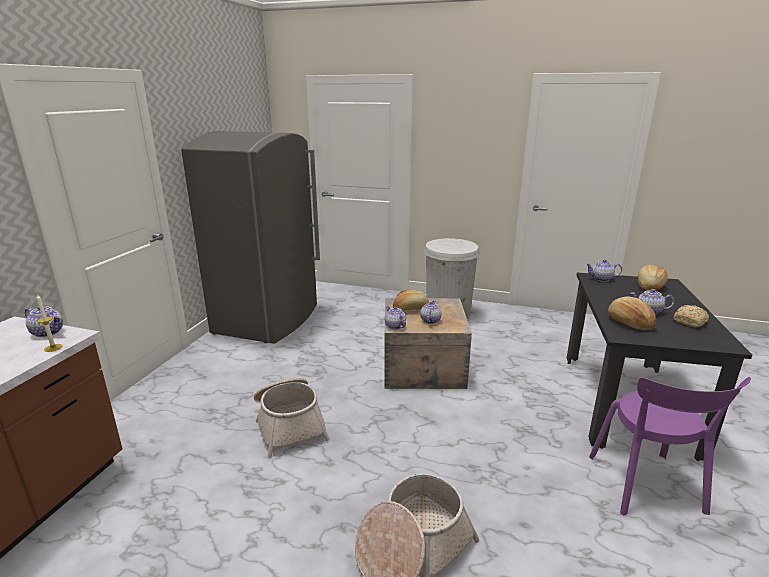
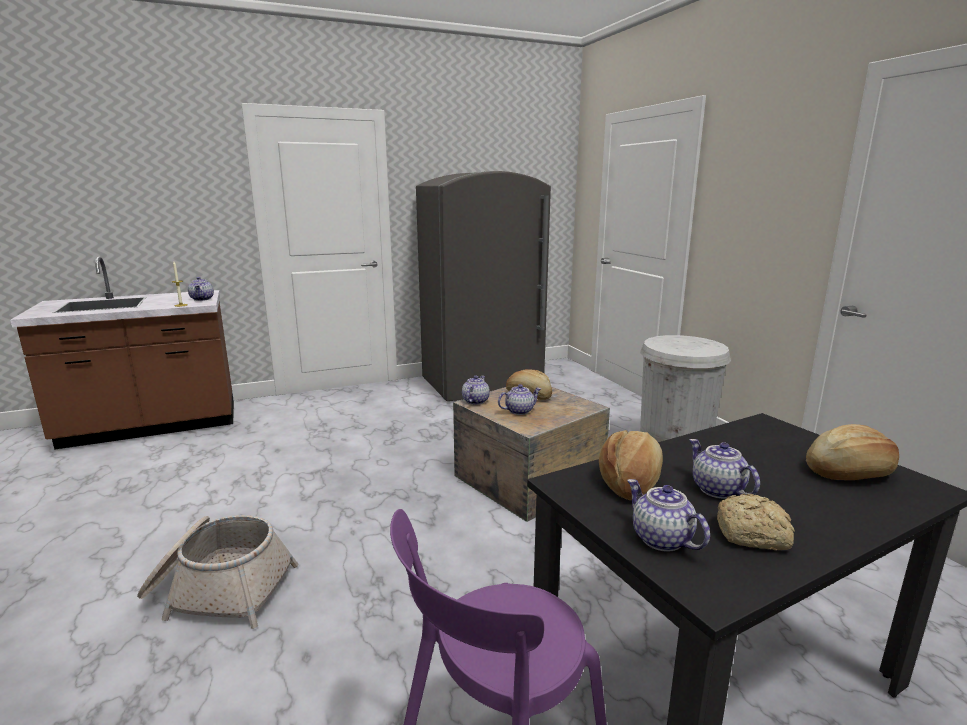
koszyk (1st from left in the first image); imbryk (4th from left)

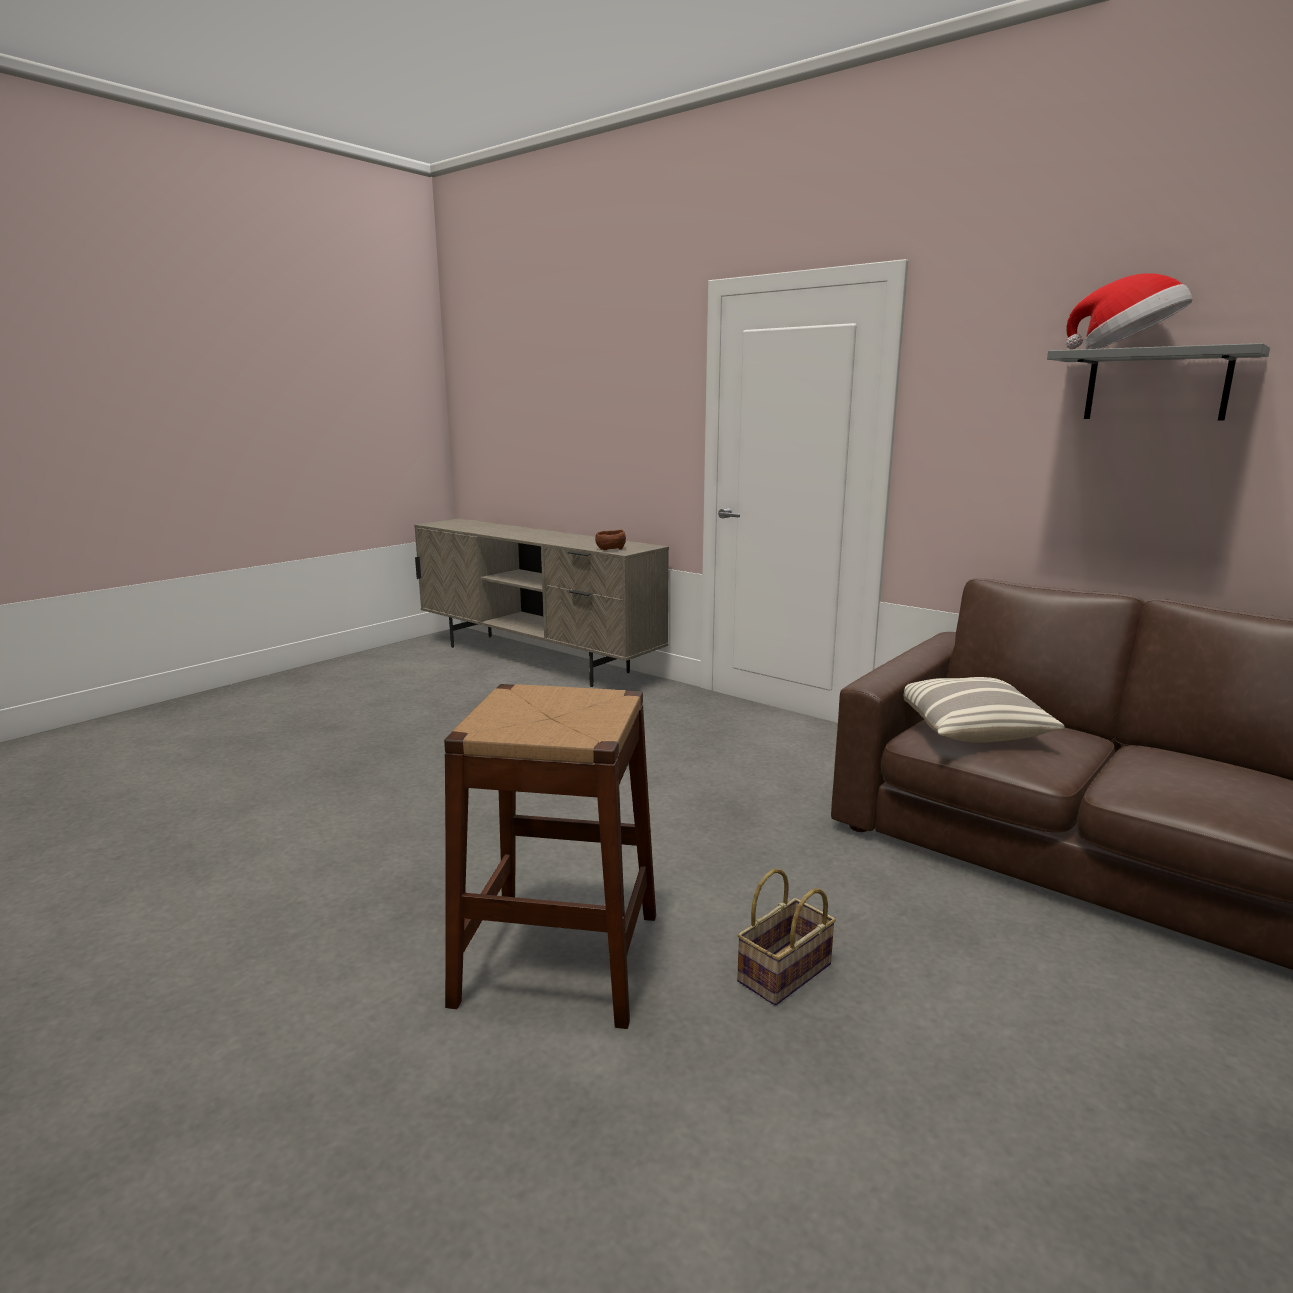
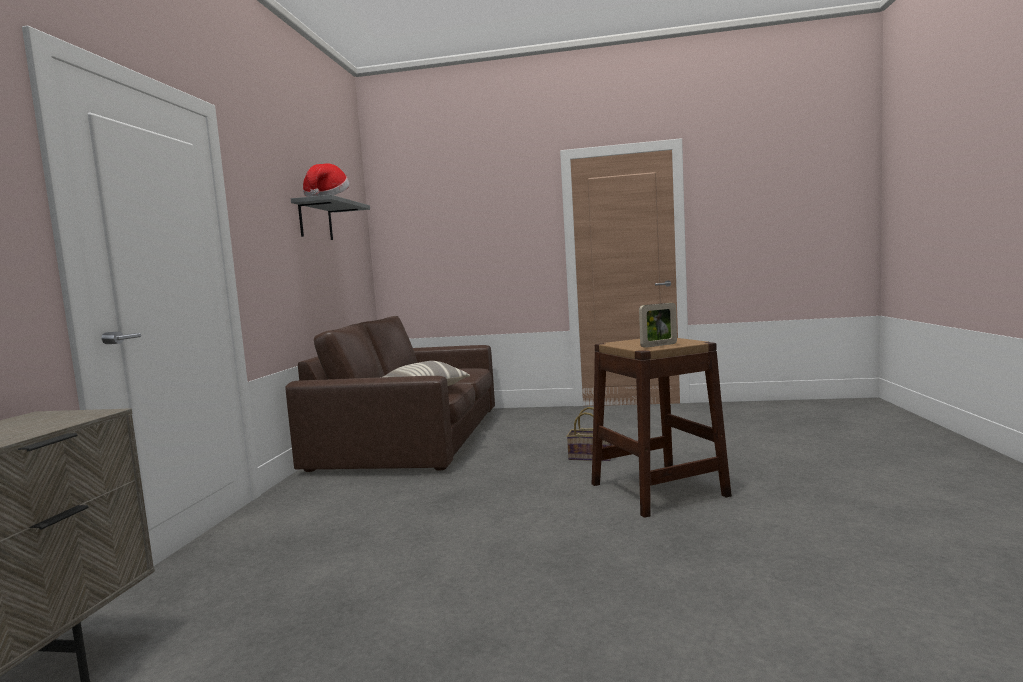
miska [brązowy]; ramka na zdjęcie

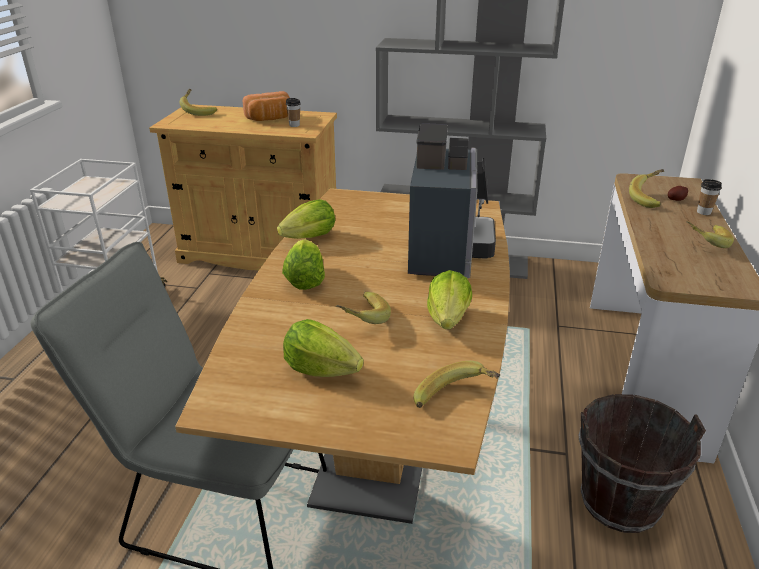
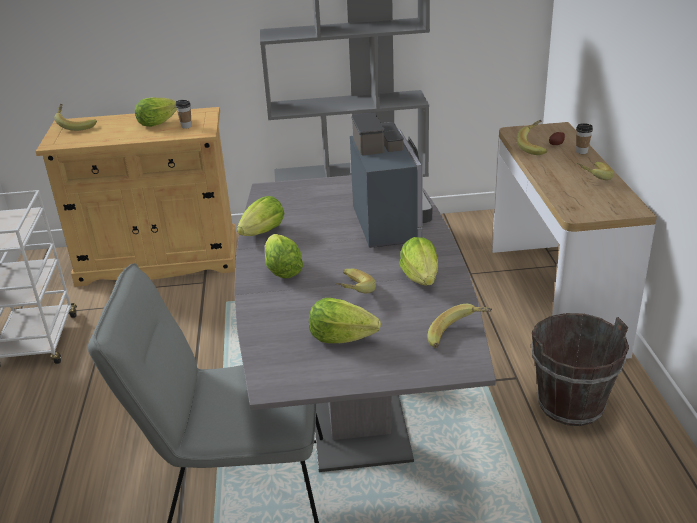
sałata (1st from left); stół jadalny [szary]

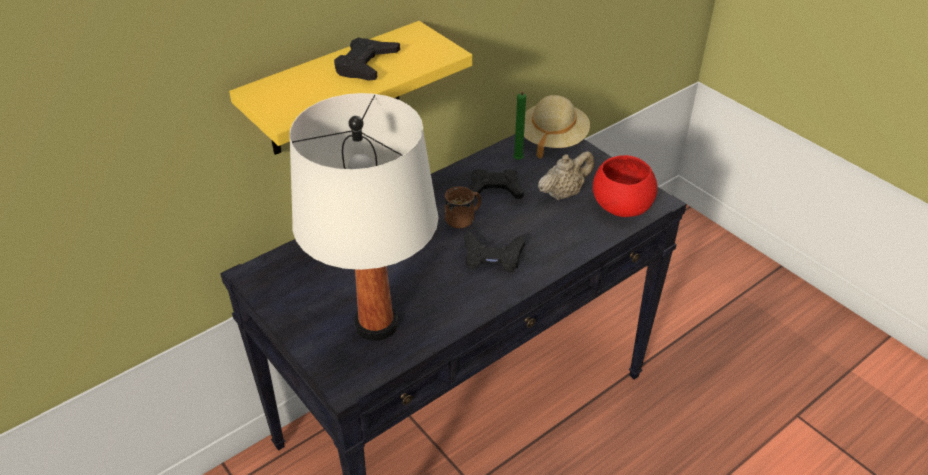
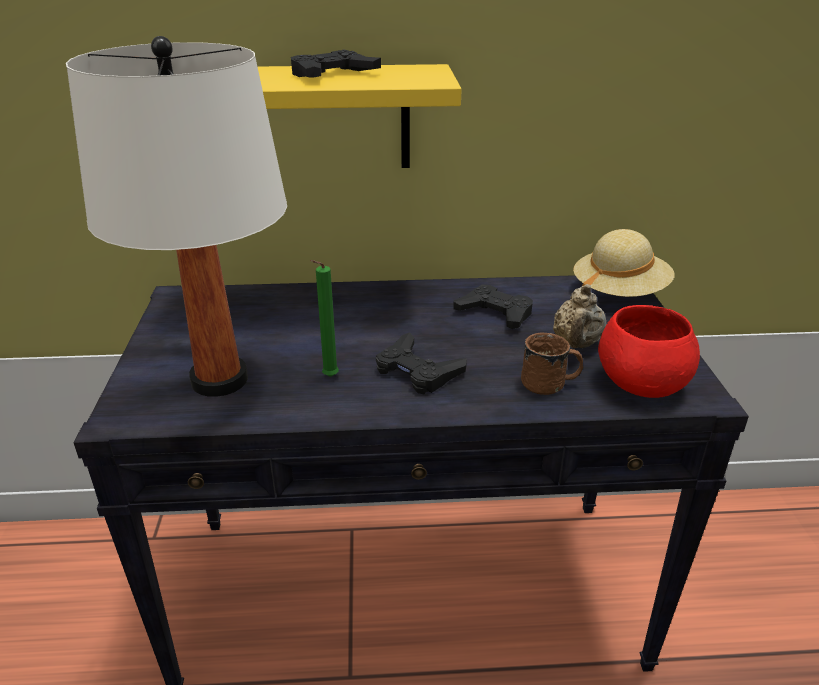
kubek [brązowy]; świeca [zielony]; imbryk [beżowy]

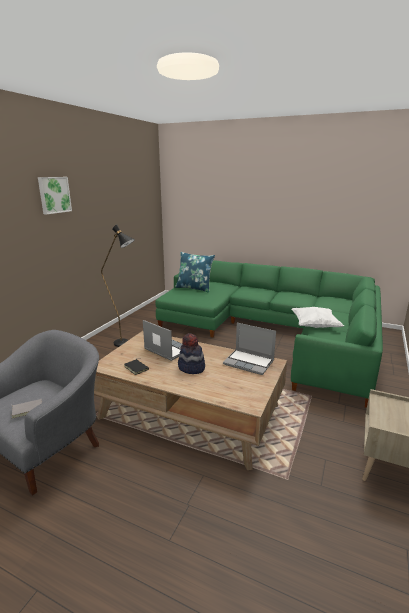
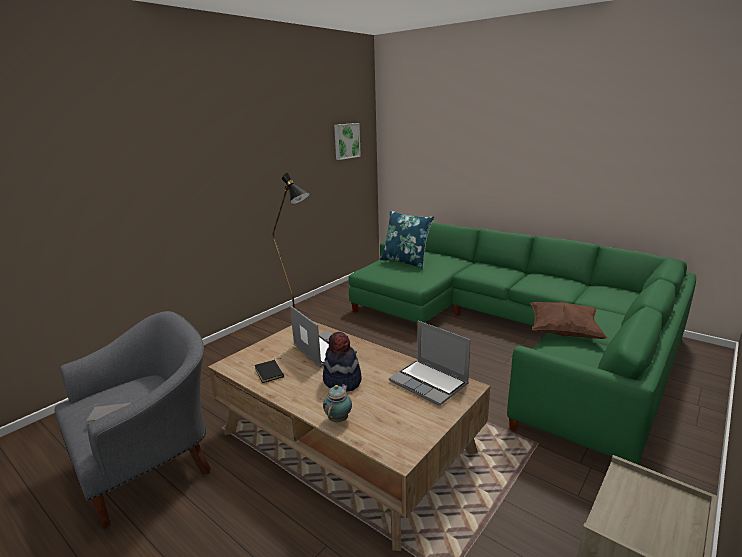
imbryk; obraz; poduszka [brązowy]

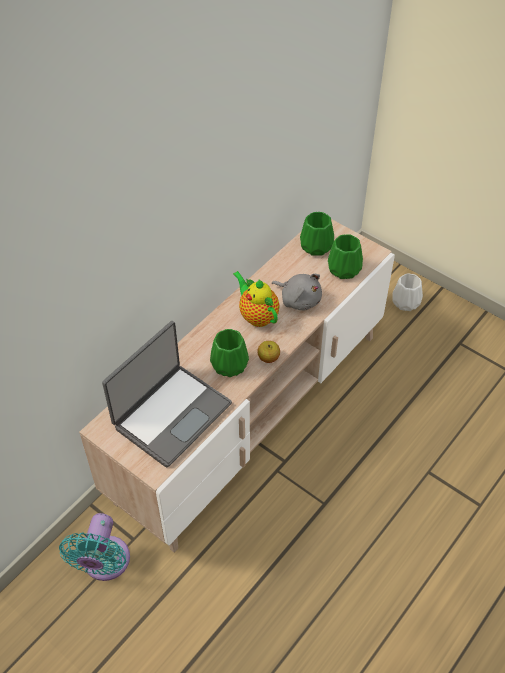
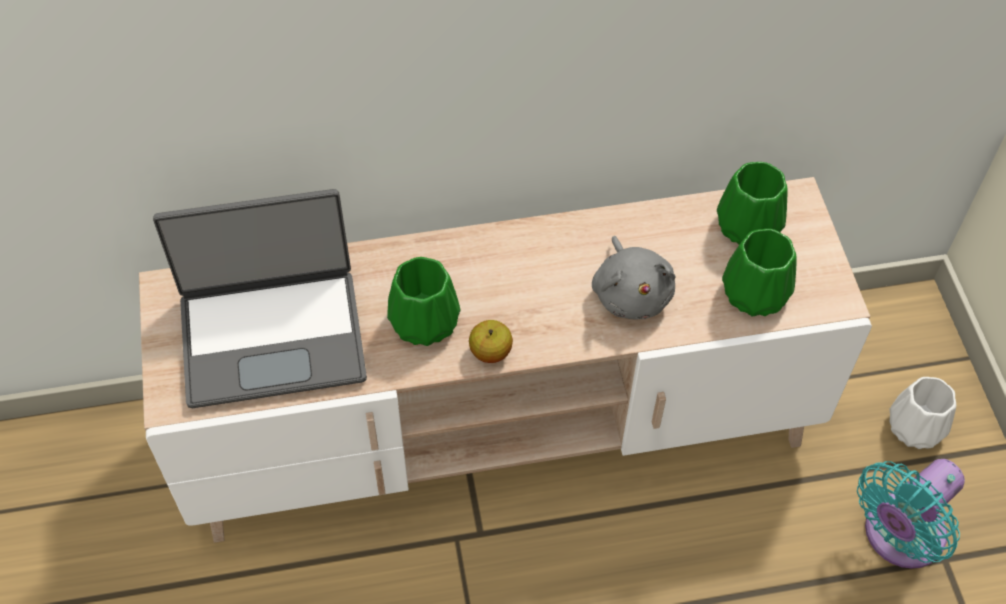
imbryk; wentylator [turkusowy]

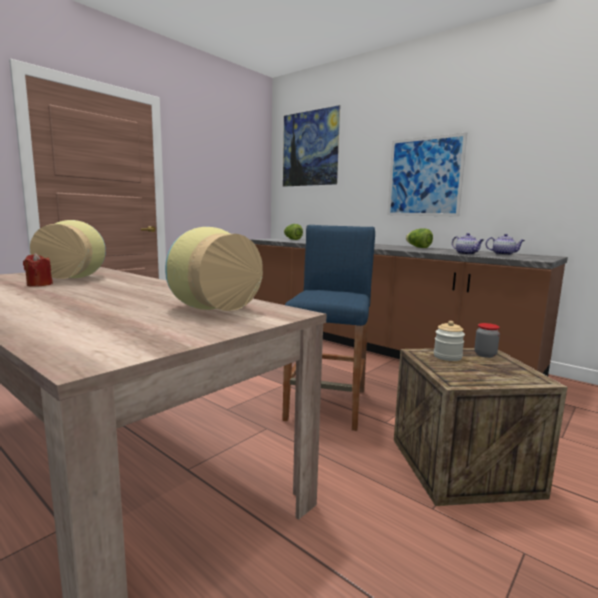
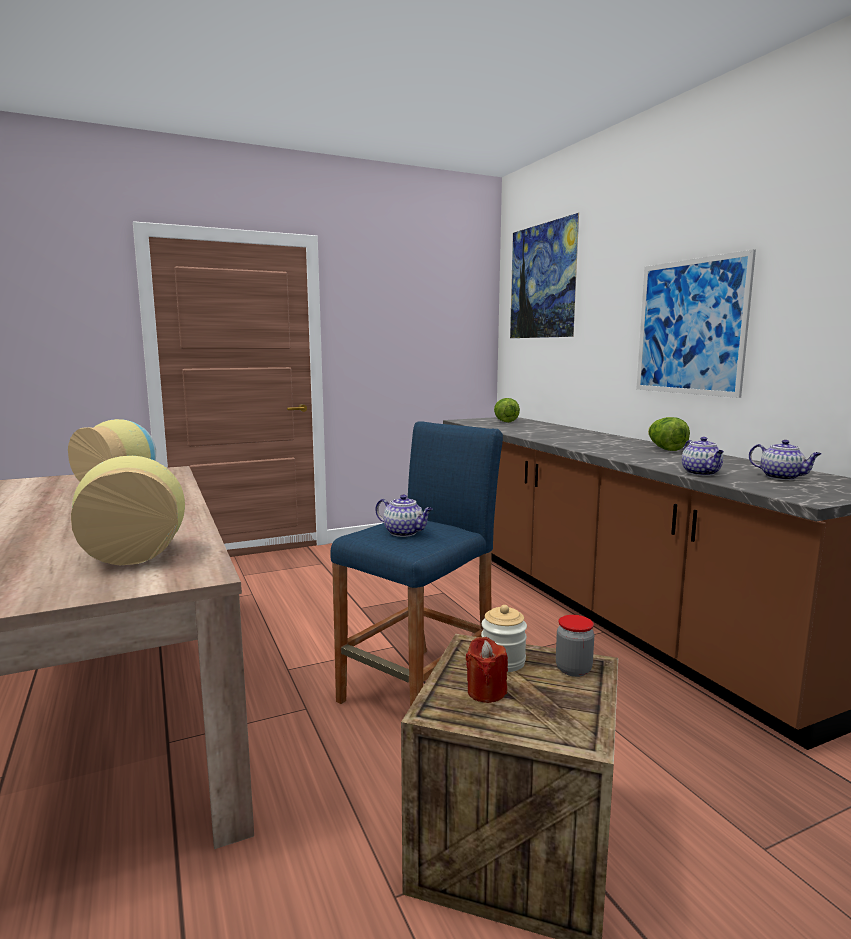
imbryk (1st from left); świeca [czerwony]

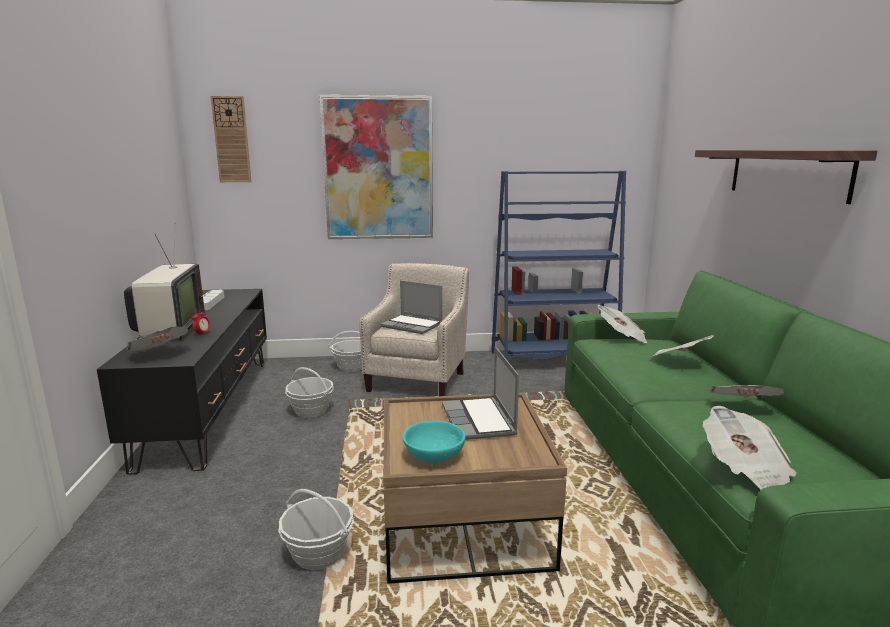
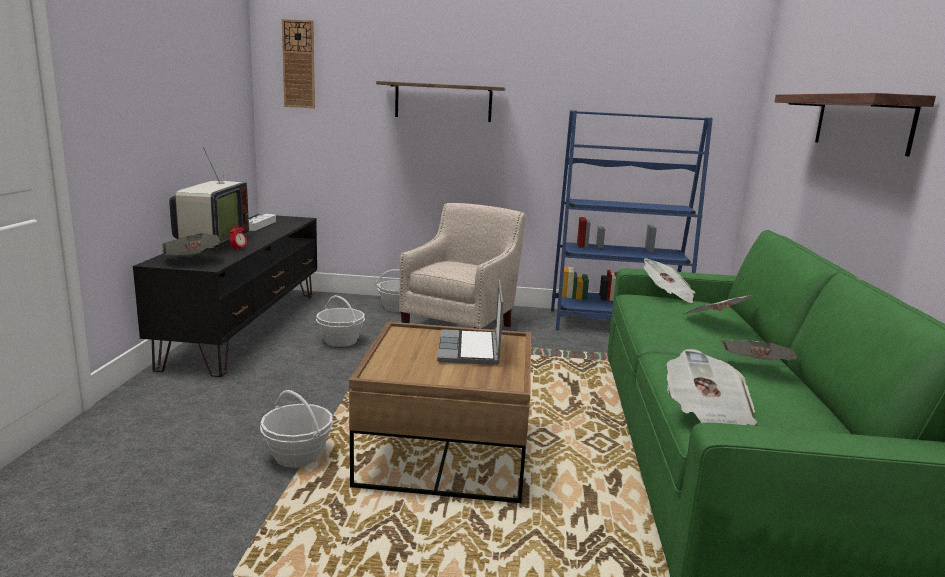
laptop (1st from left in the first image); miska [turkusowy]; półka (1st from left)

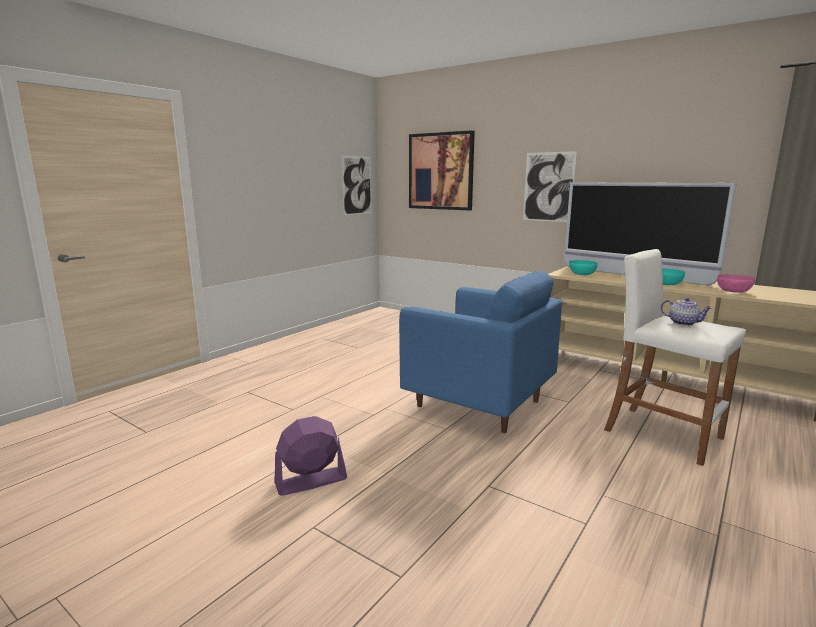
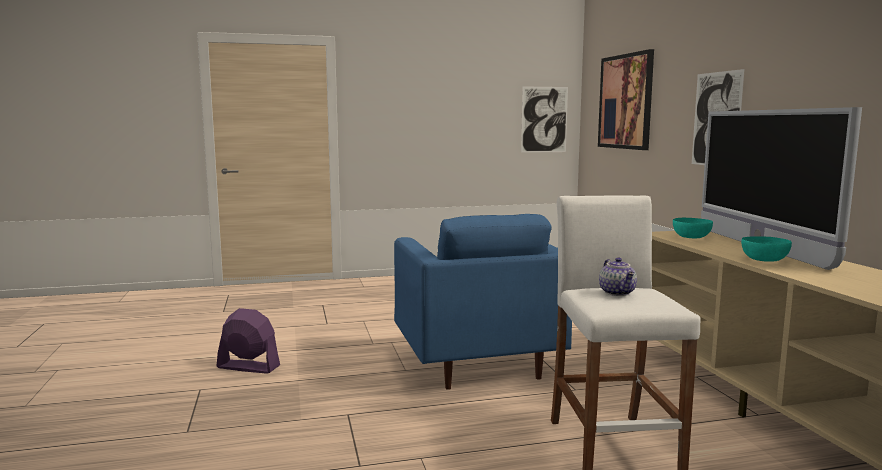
miska [różowy]

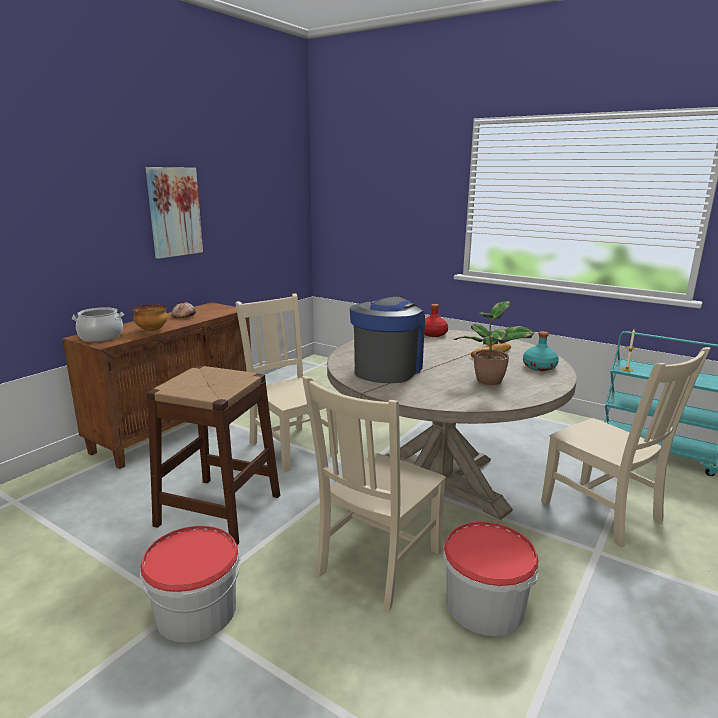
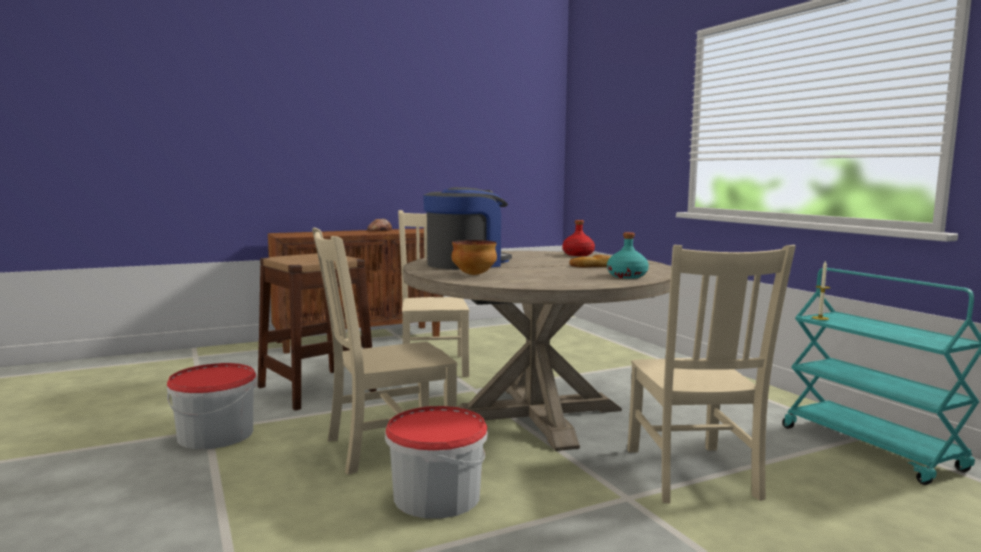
garnek; obraz; roślina doniczkowa; miska

